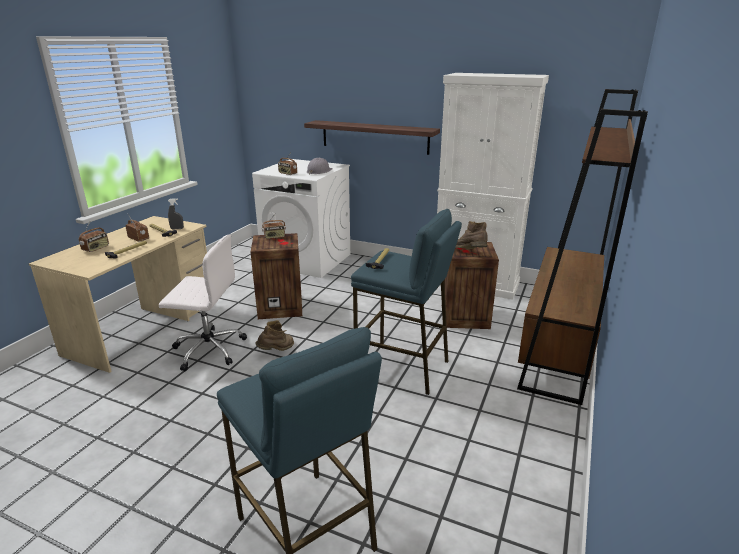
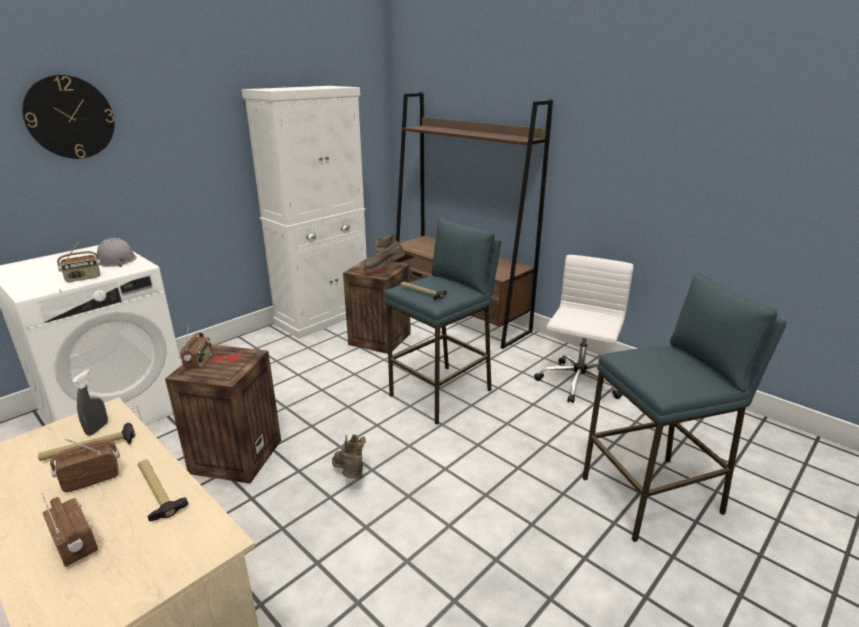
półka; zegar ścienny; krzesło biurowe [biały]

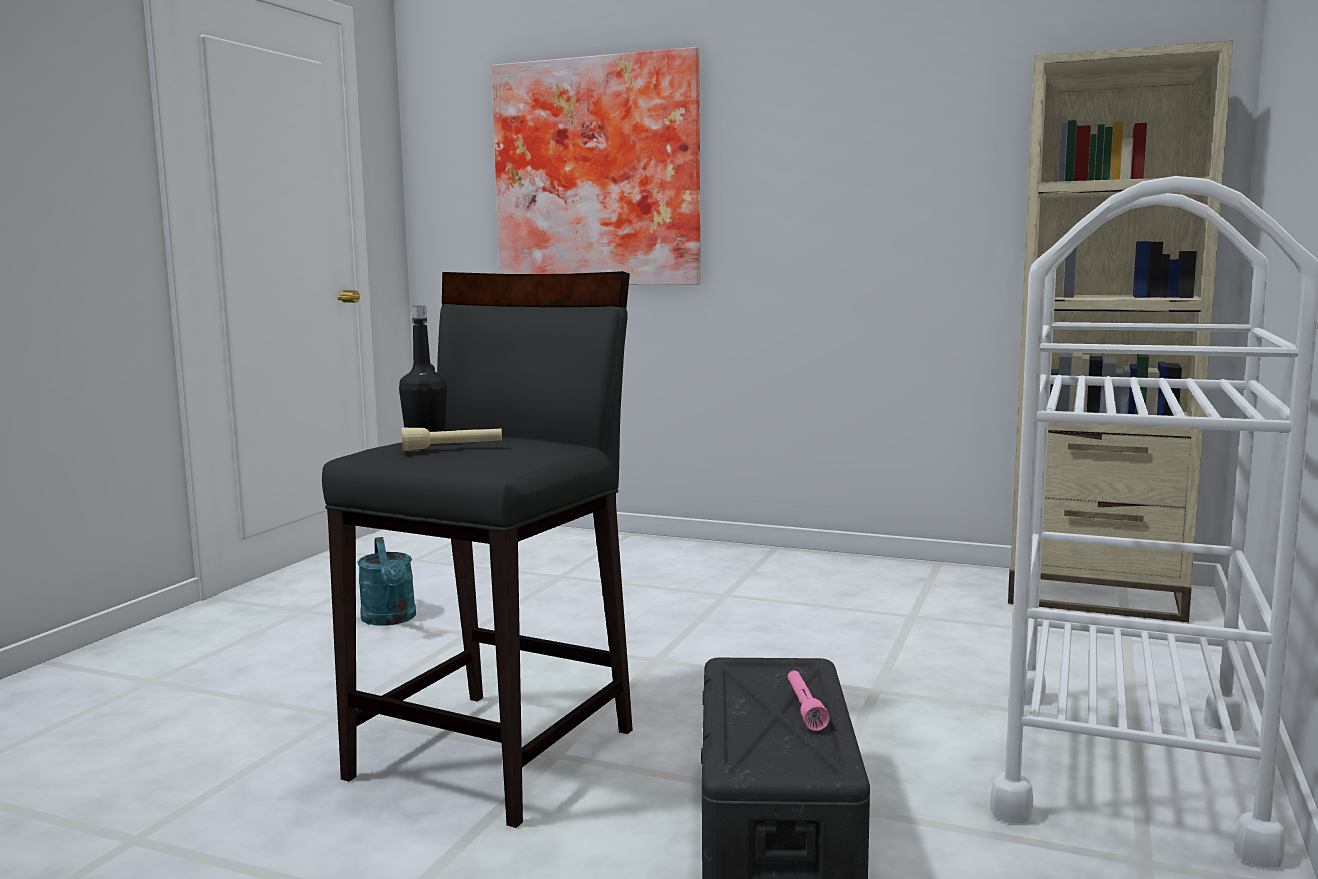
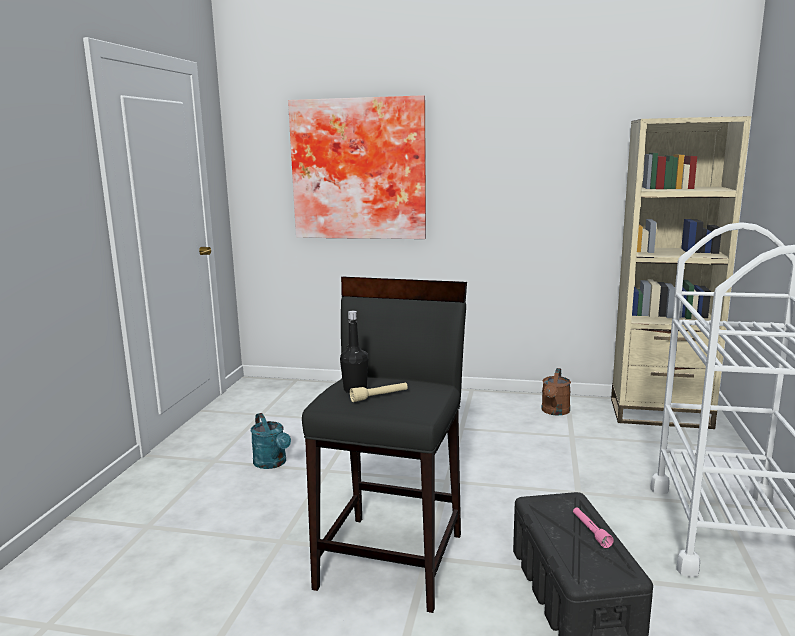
konewka [brązowy]

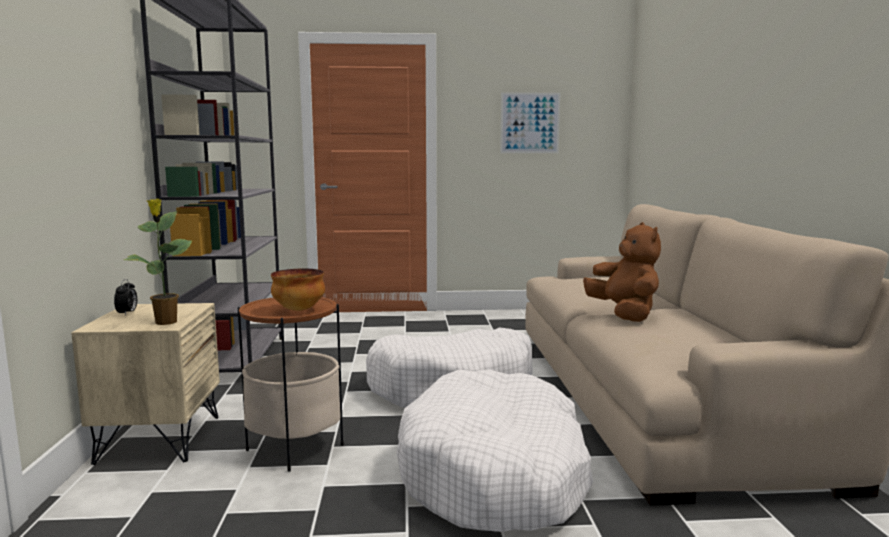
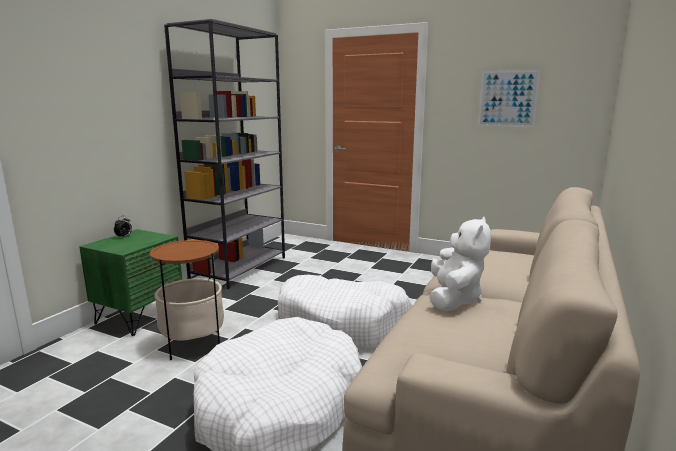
roślina doniczkowa; miska; szafka nocna [zielony]; pluszak [biały]

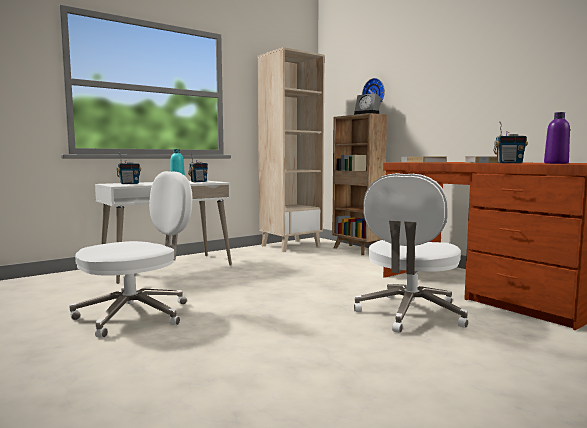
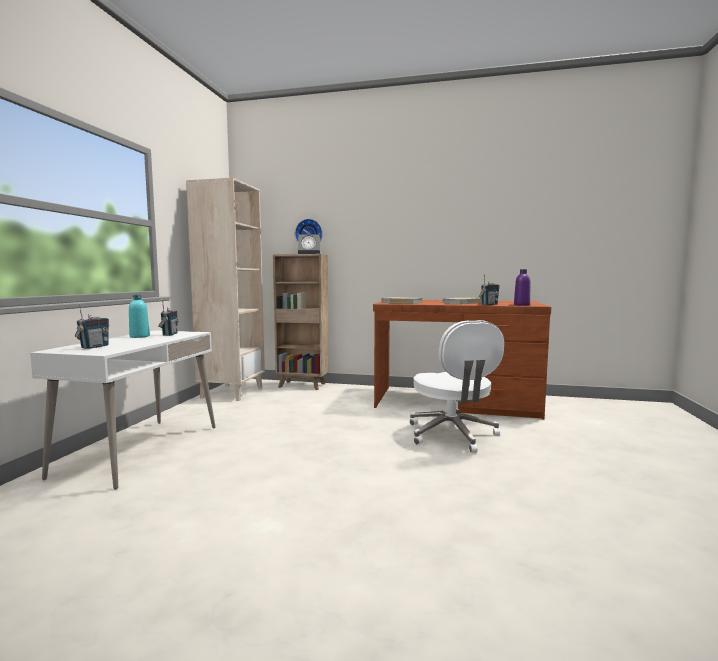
krzesło biurowe [biały] (1st from left in the first image)

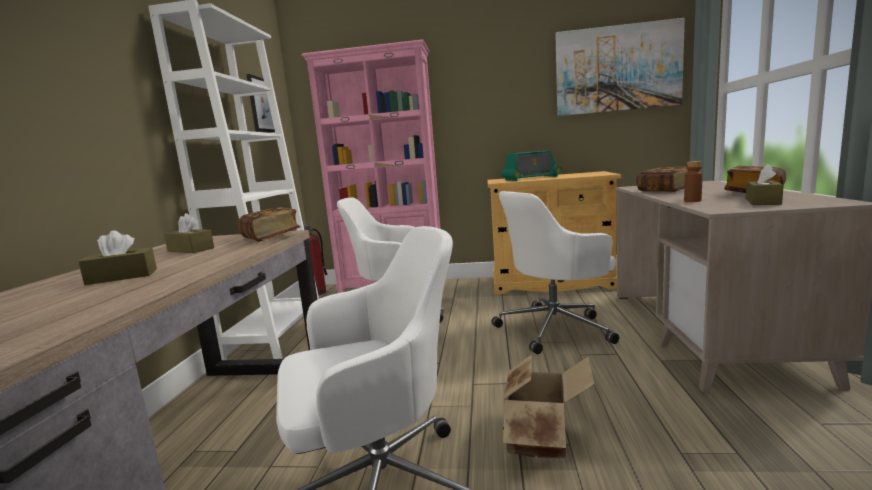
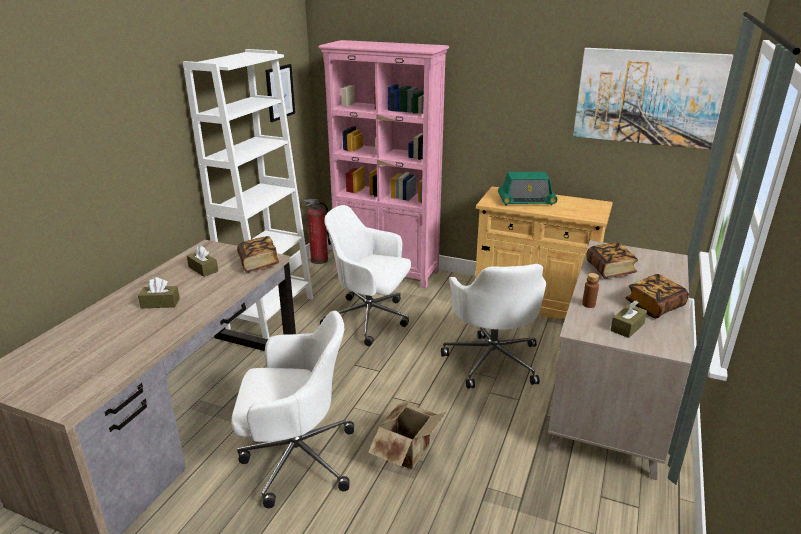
krzesło biurowe [biały] (3rd from left)

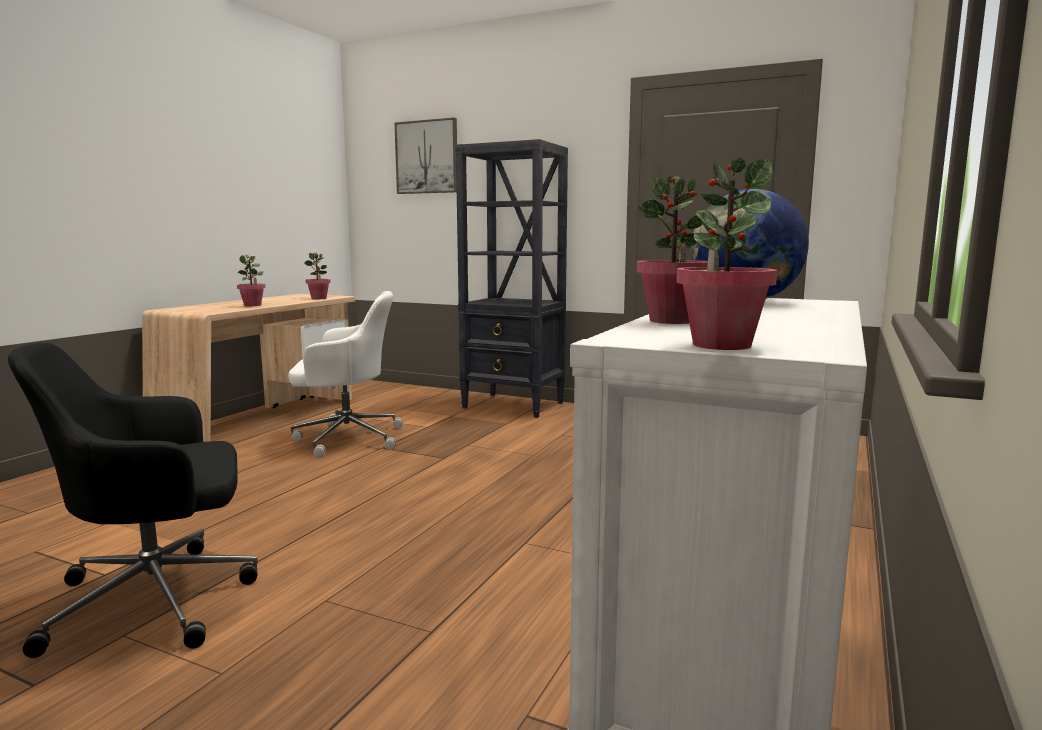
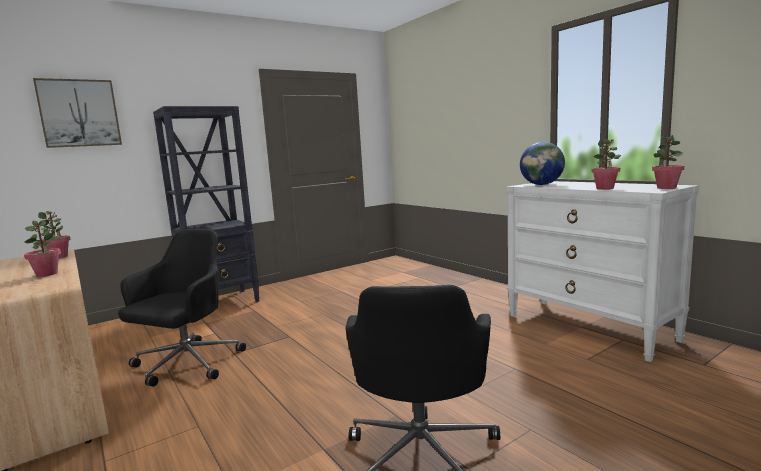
krzesło biurowe [czarny] (1st from left)

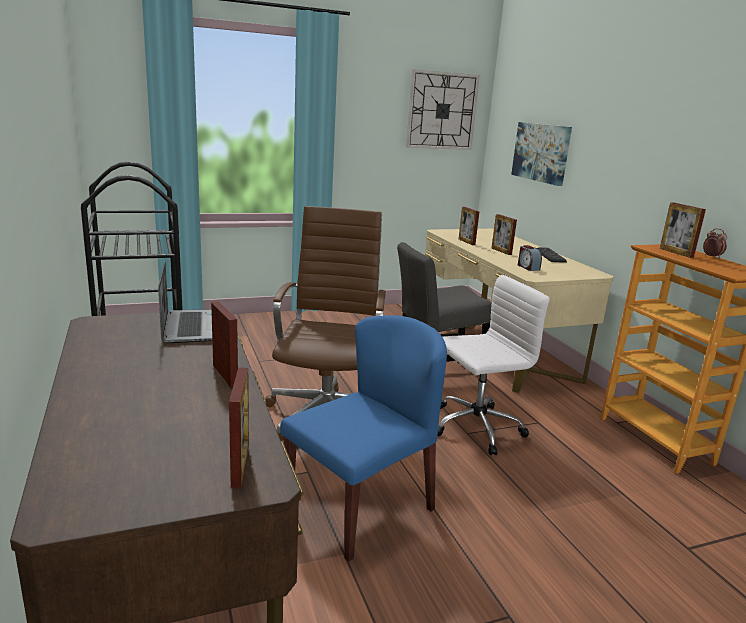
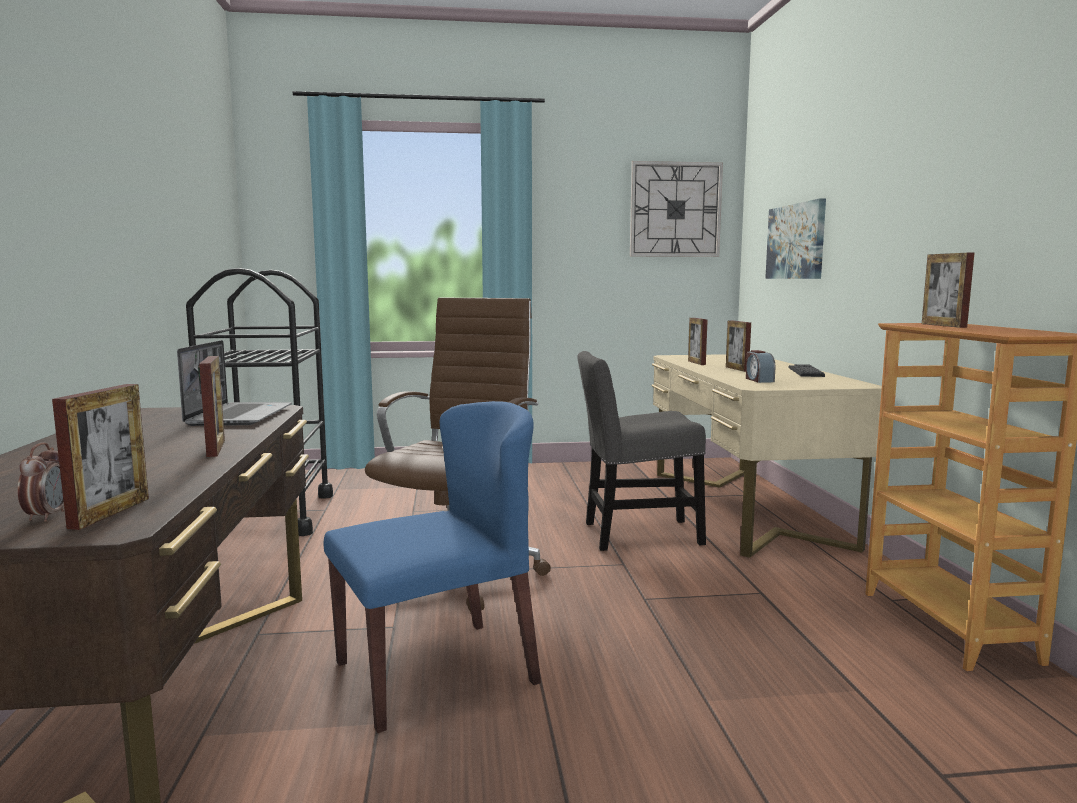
krzesło biurowe [biały]; budzik (1st from left)

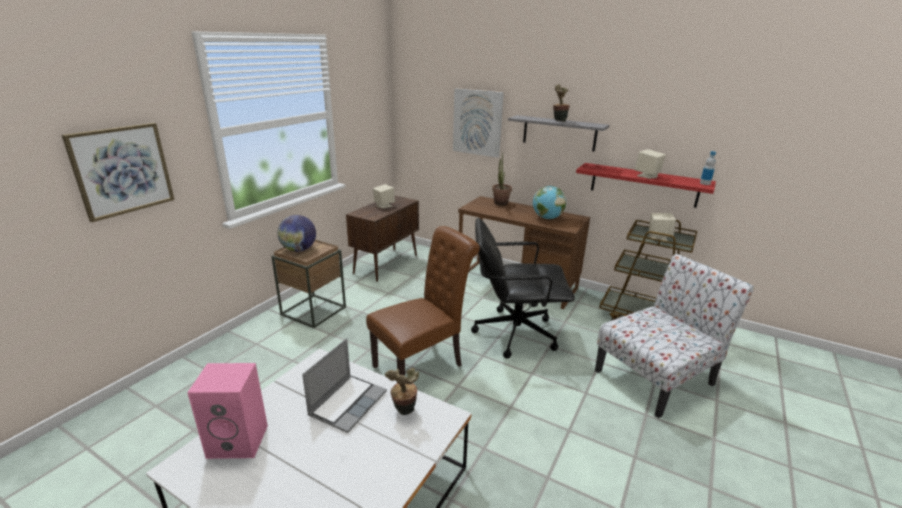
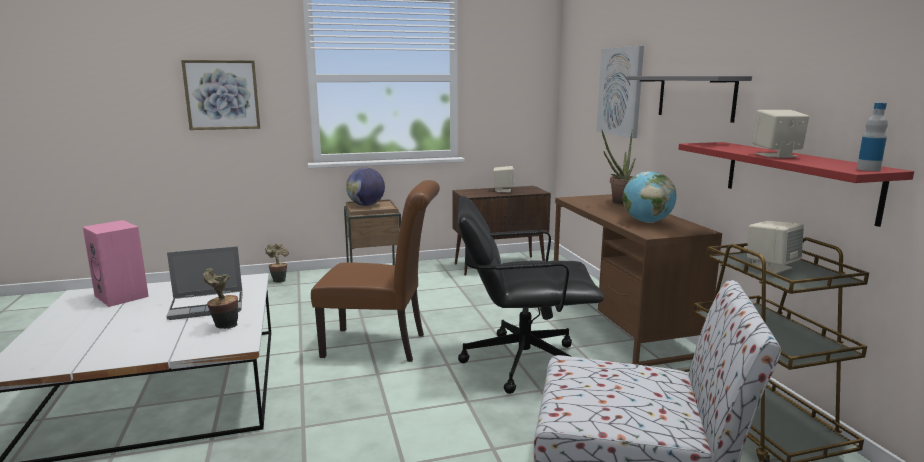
roślina doniczkowa (2nd from left); krzesło biurowe [czarny]

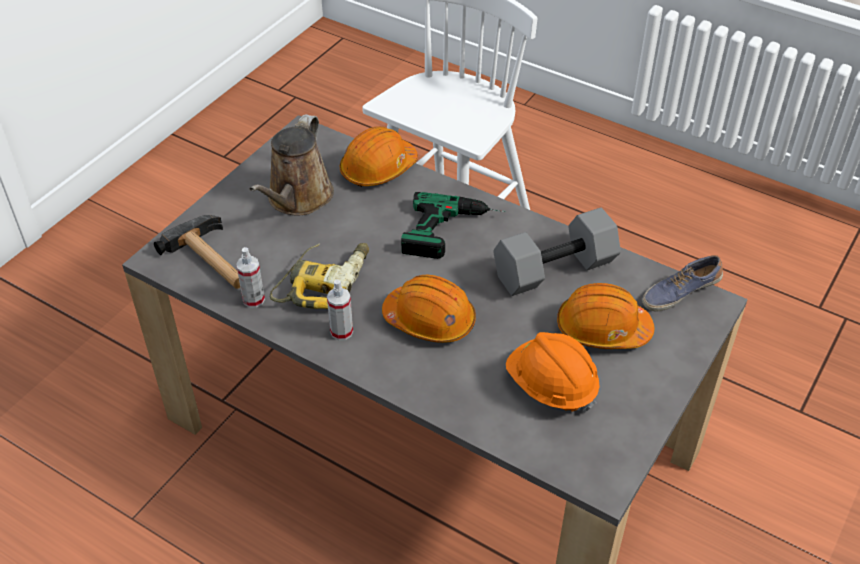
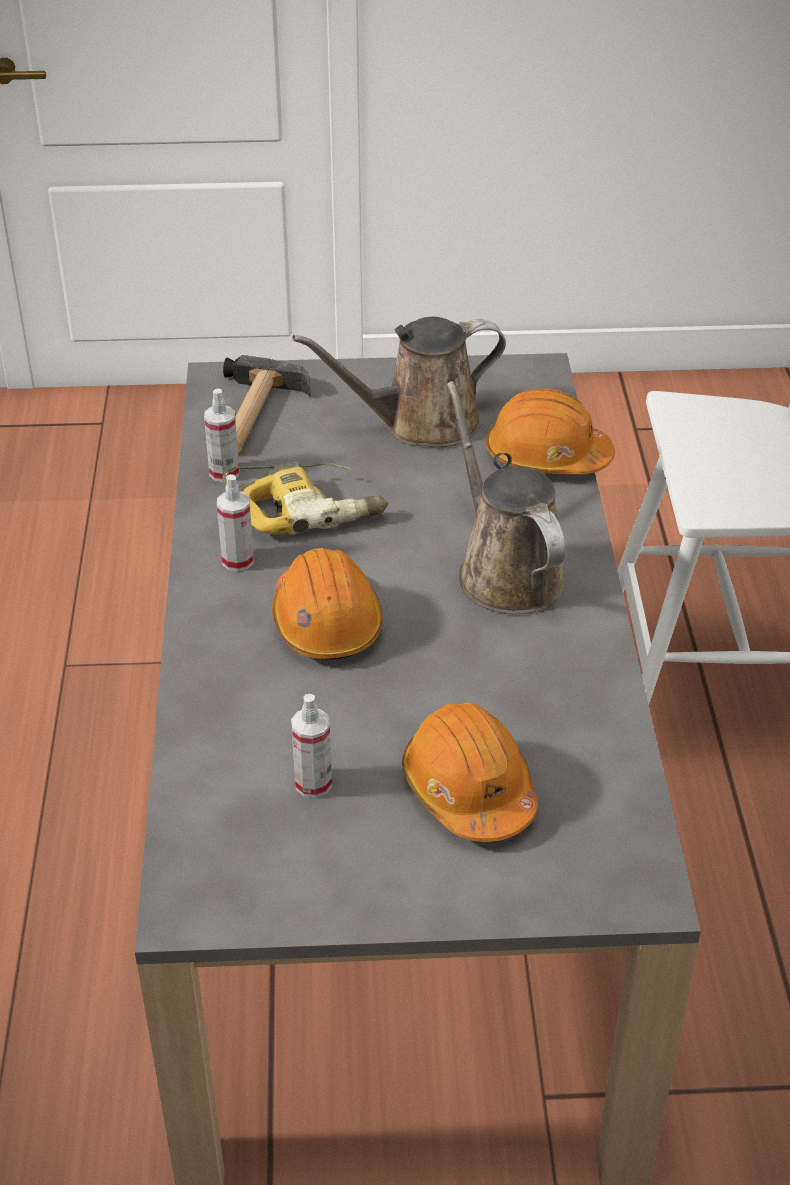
hantel [szary]; but; konewka [brązowy] (2nd from left); spryskiwacz (3rd from left)

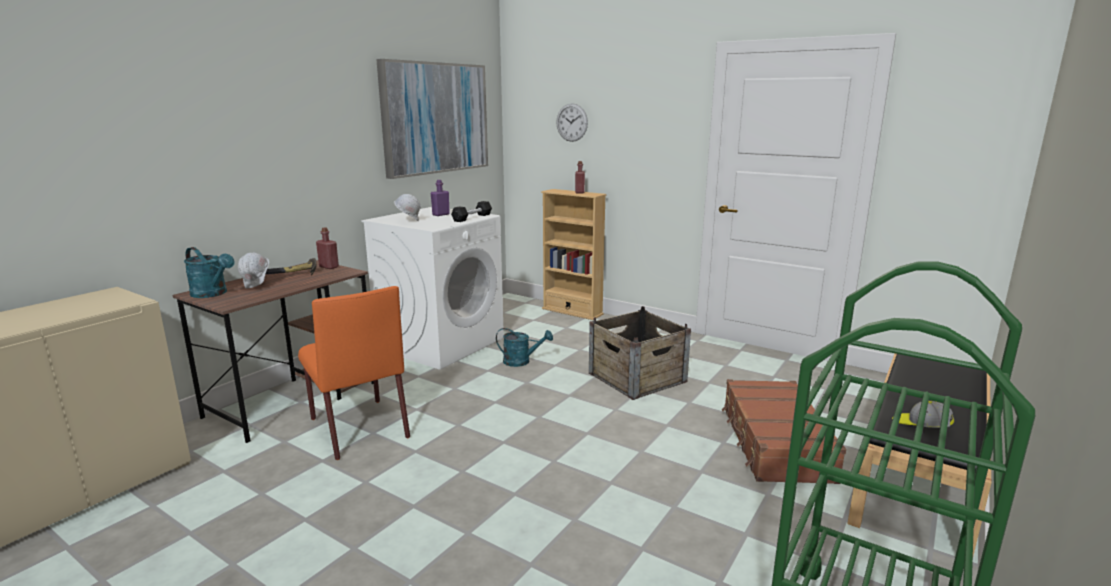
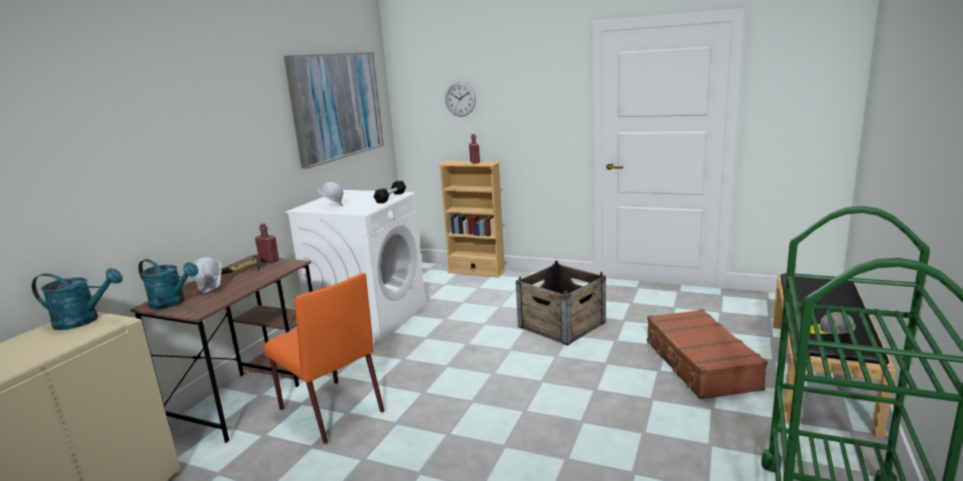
butelka [fioletowy]; konewka [turkusowy] (1st from left)

